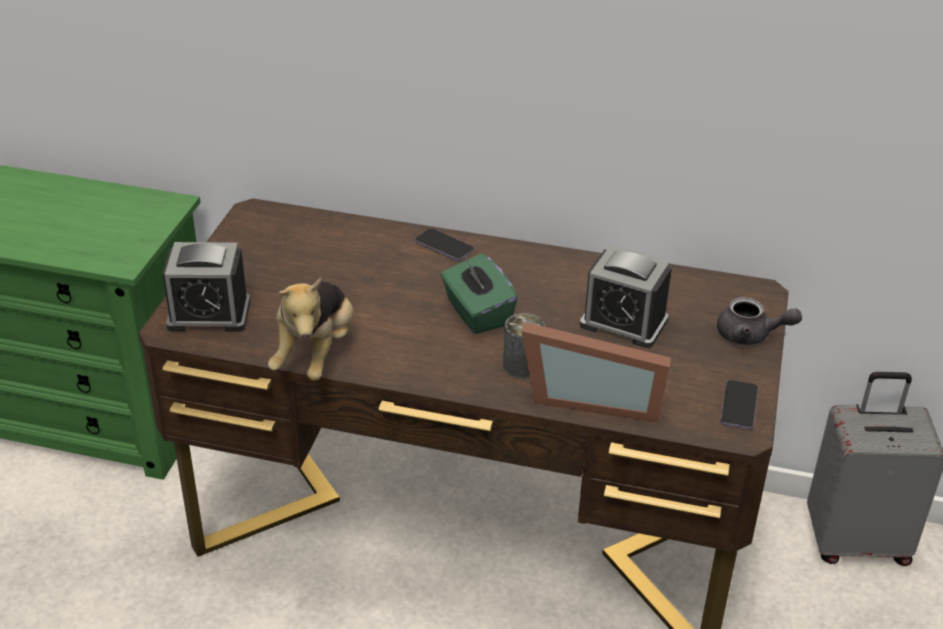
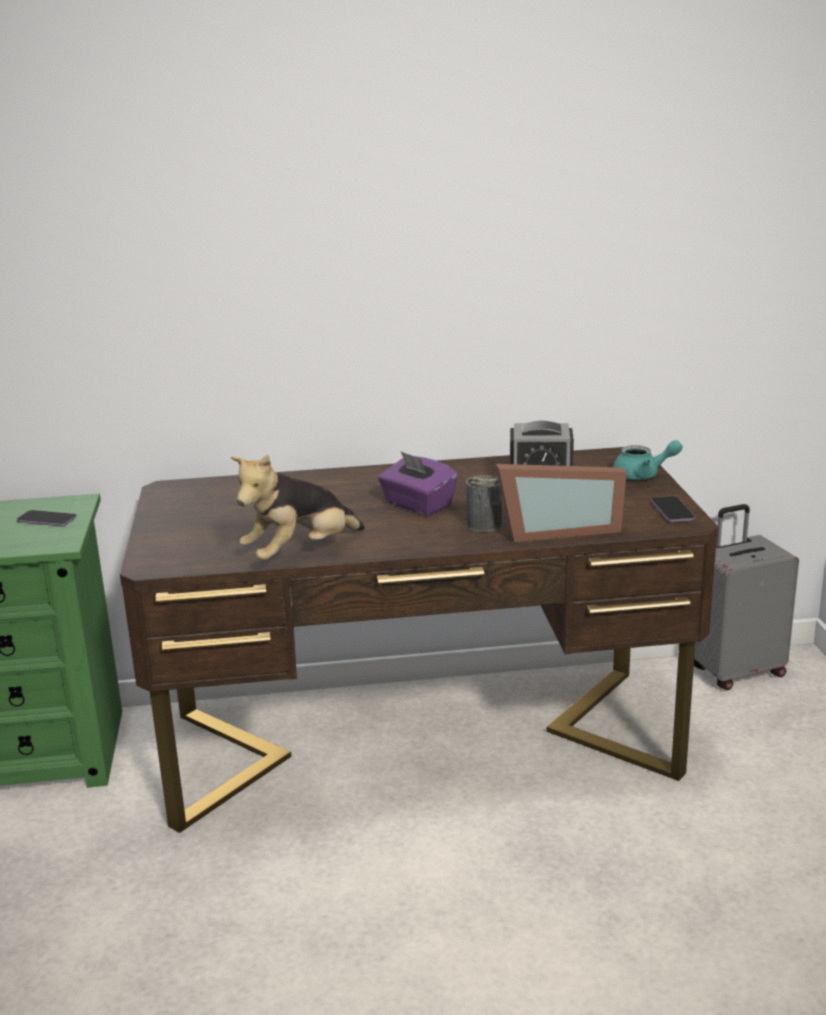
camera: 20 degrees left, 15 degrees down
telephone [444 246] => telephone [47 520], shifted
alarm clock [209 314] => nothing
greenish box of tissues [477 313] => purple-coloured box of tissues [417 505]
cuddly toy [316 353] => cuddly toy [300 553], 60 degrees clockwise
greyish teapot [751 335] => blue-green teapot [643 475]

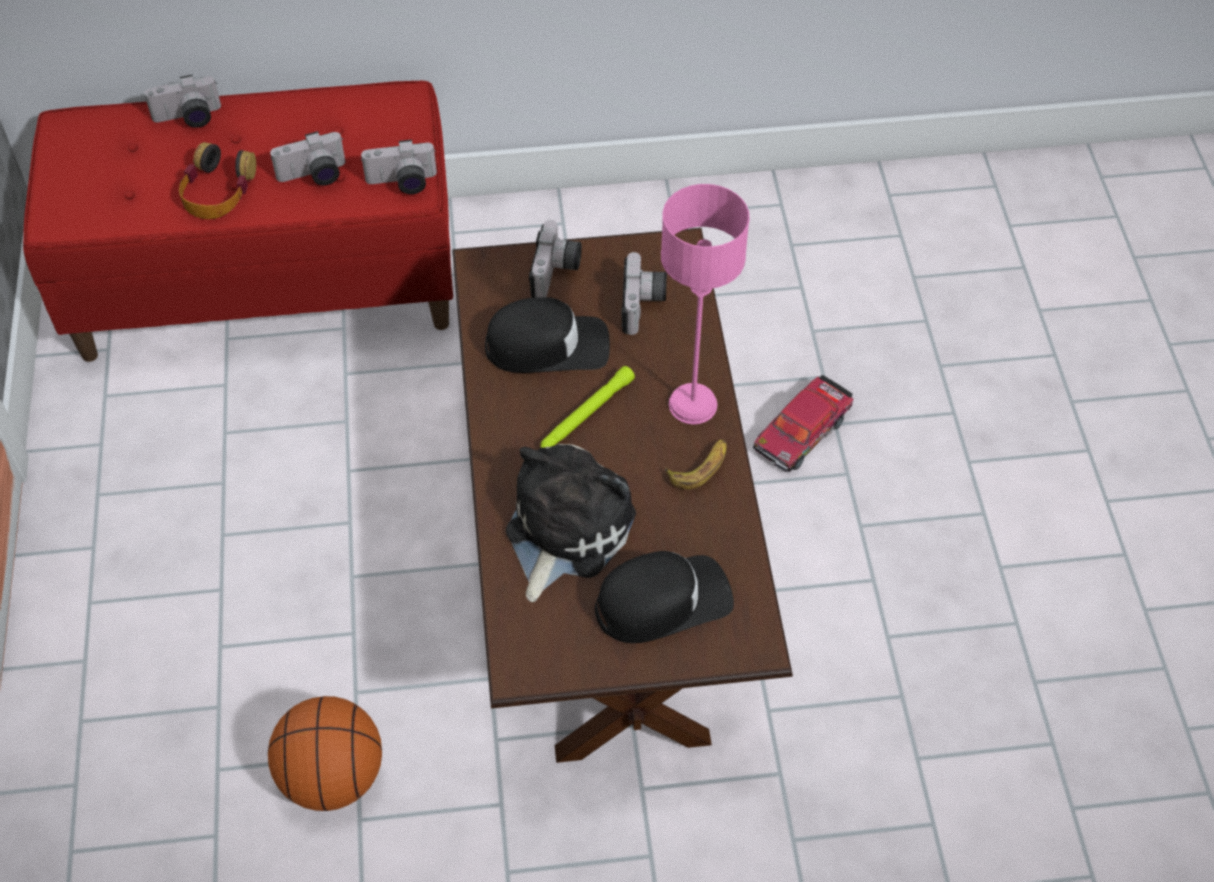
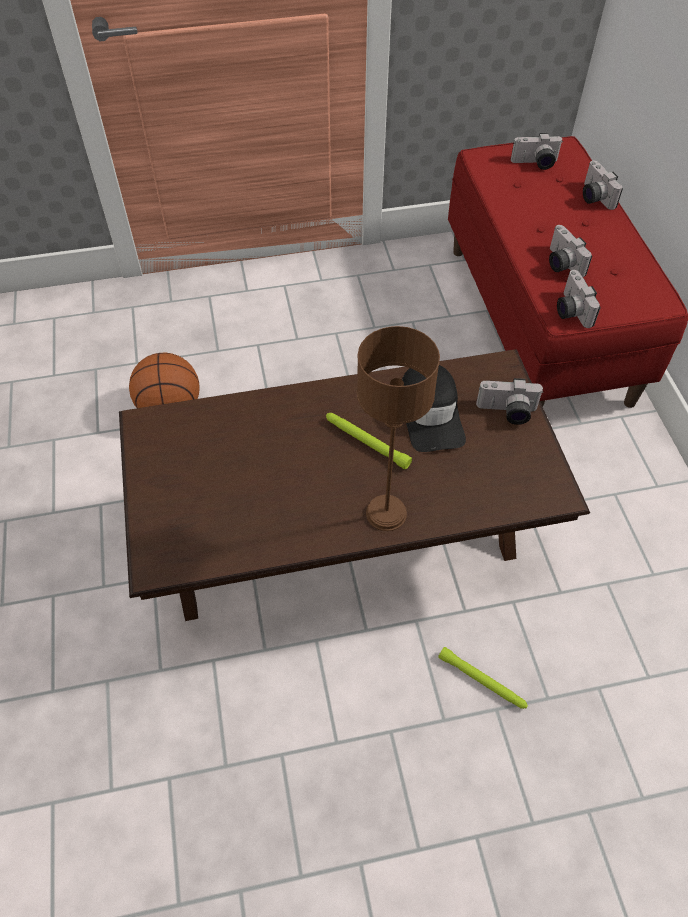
camera: 85 degrees right, 0 degrees up
pair of headphones [218 190] => nothing
pink-coloured tabletop lamp [693 404] => brown tabletop lamp [387 513]
photo camera [644 305] => photo camera [535 164], shifted
toy car [803 431] => greenish hand torch [482 681]
whole banana [699 467] => nothing
cuddly toy [564 530] => nothing
blackish cap [663 601] => nothing

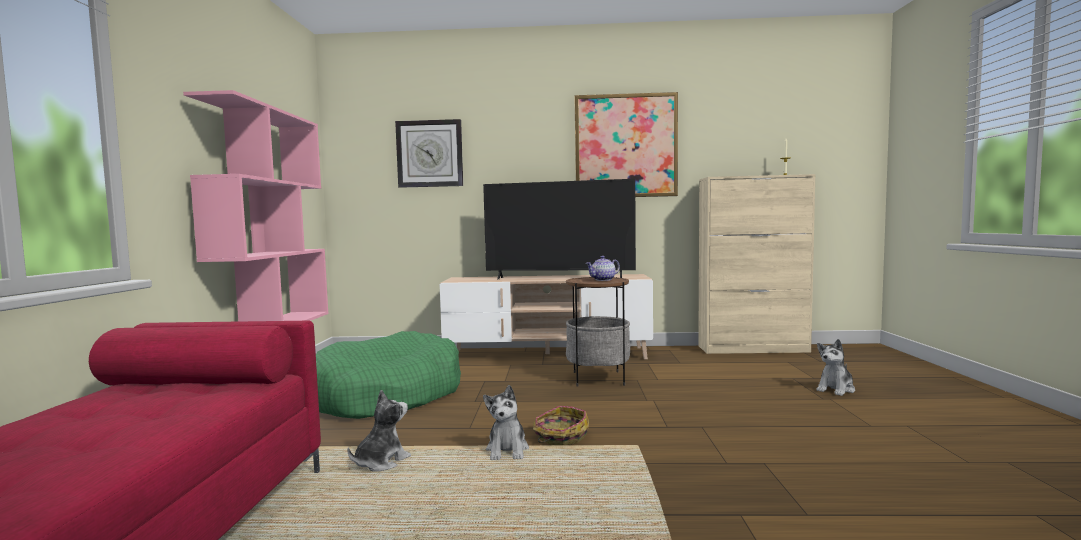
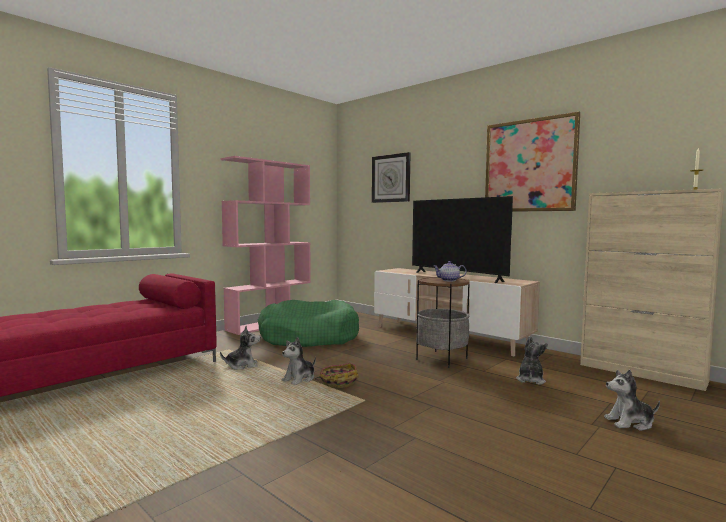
camera: 40 degrees right, 0 degrees up
nothing => cuddly toy [530 380]

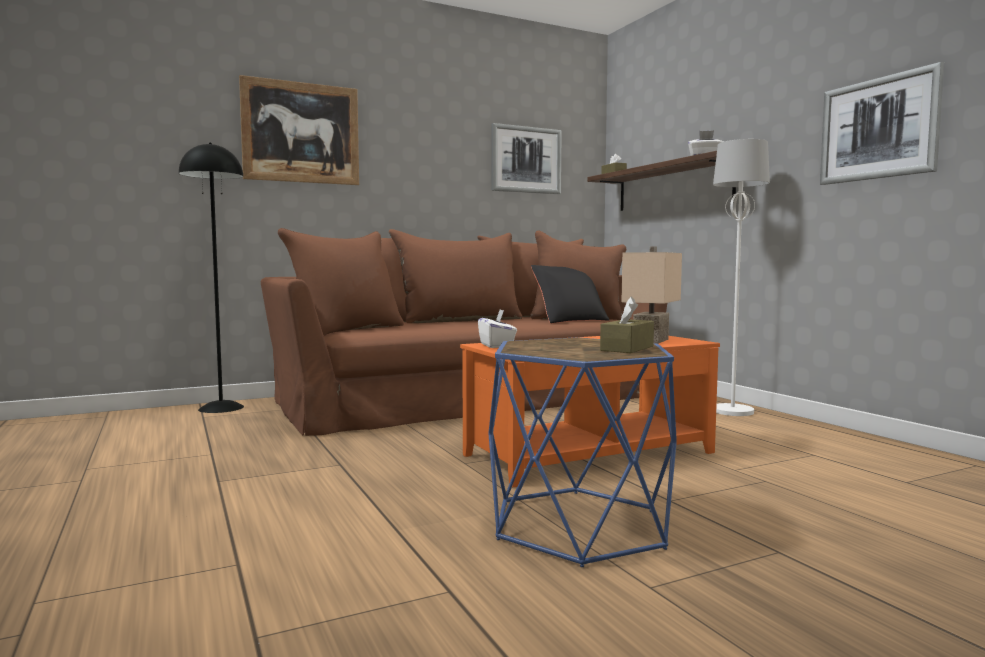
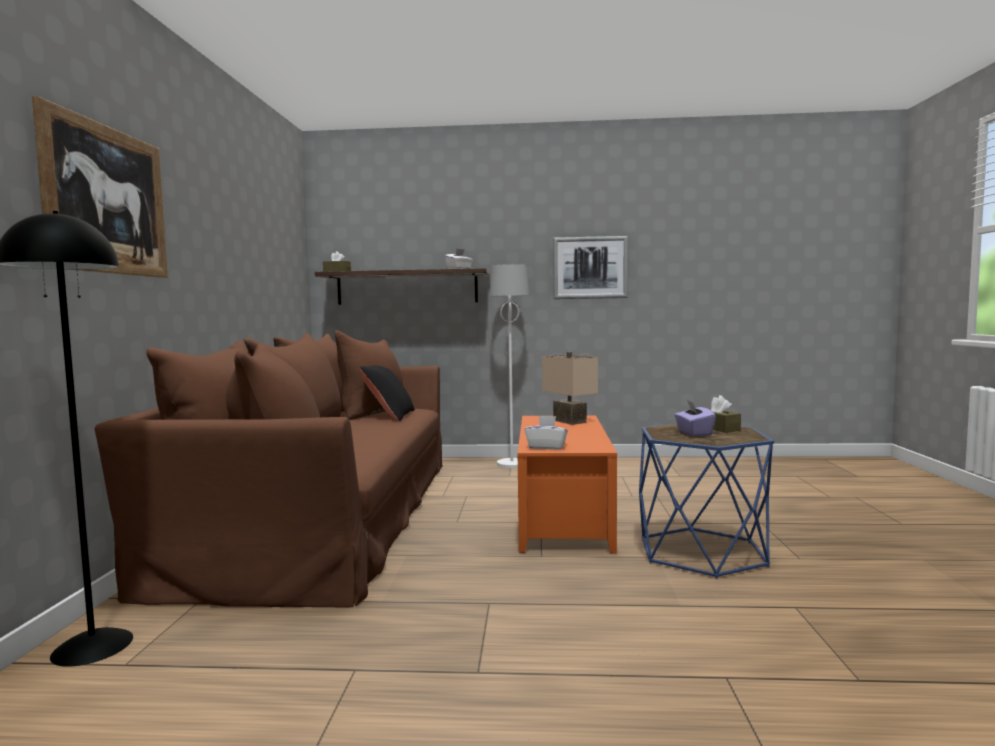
camera: 60 degrees left, 0 degrees up
wall art [526 160] => nothing
nothing => purple-coloured box of tissues [693 433]

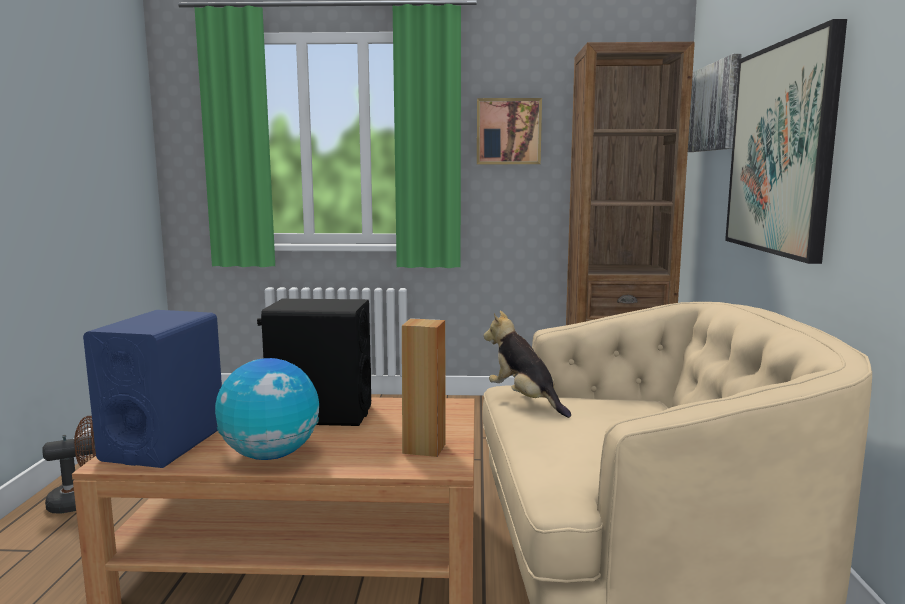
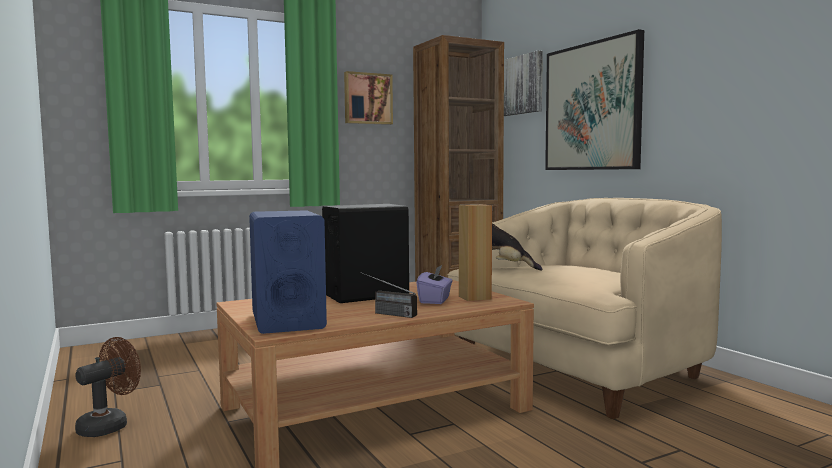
camera: 30 degrees left, 5 degrees down
globe [270 455] => radio set [385 313]
nothing => purple-coloured box of tissues [435 300]

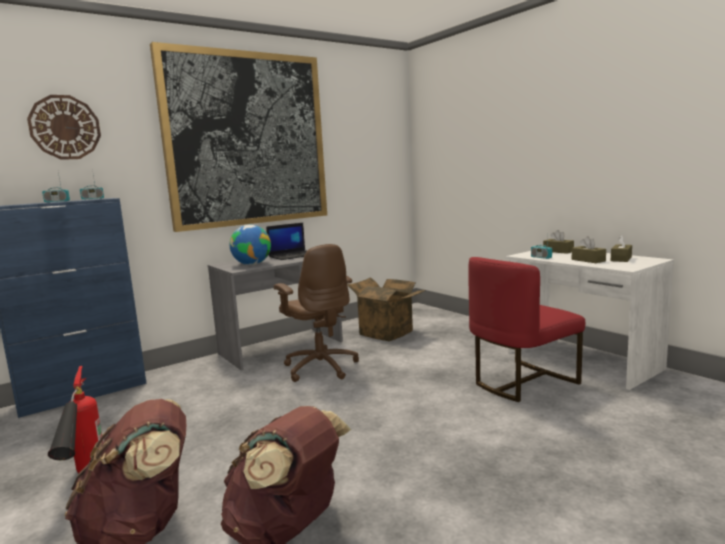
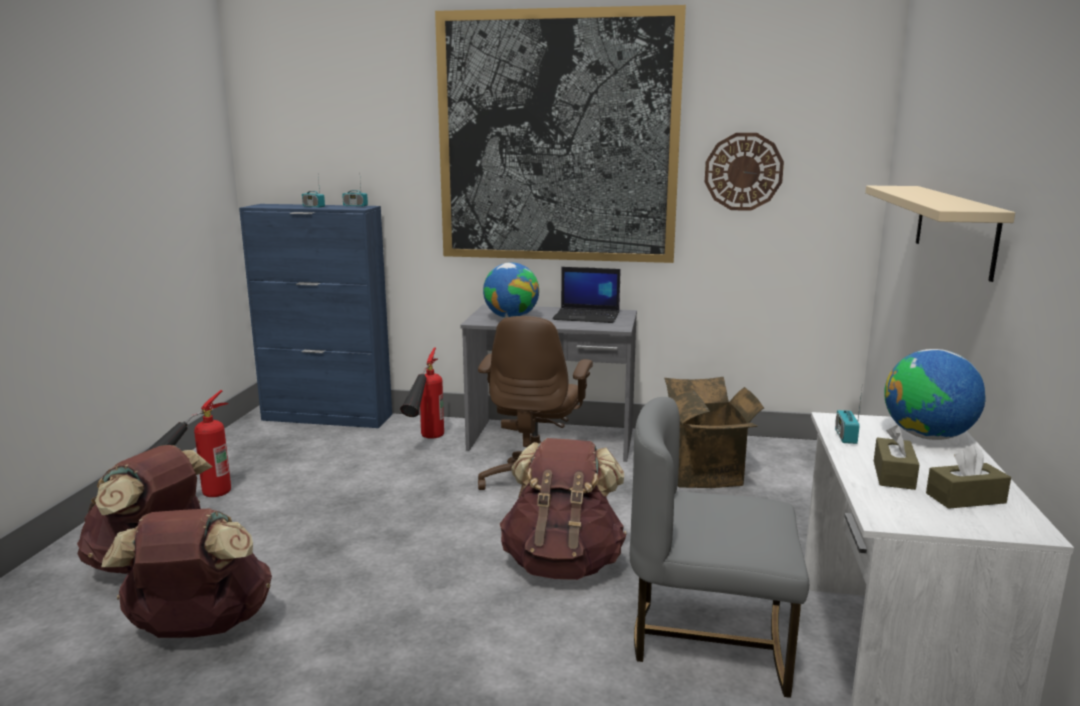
camera: 45 degrees right, 5 degrees up
hanging clock [65 127] => hanging clock [743 171], shifted
brown box of tissues [558 251] => globe [928 436]
red upright chair [522 382] => greyish upright chair [710 639]
nothing => sand-coloured wall shelf [954 228]
nothing => extinguisher [425 442]
nothing => brown backpack [563 563]

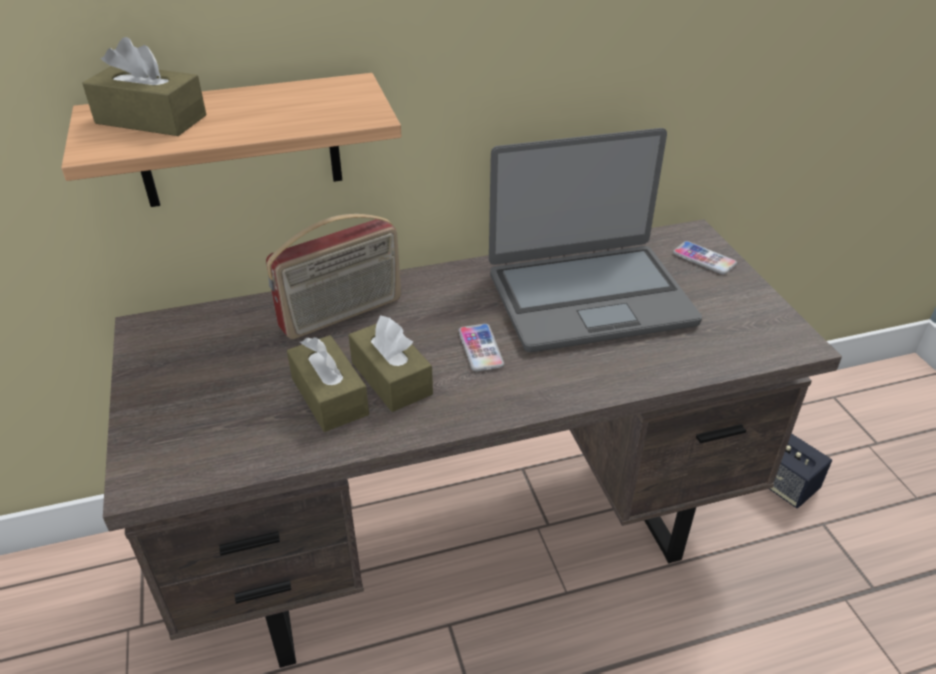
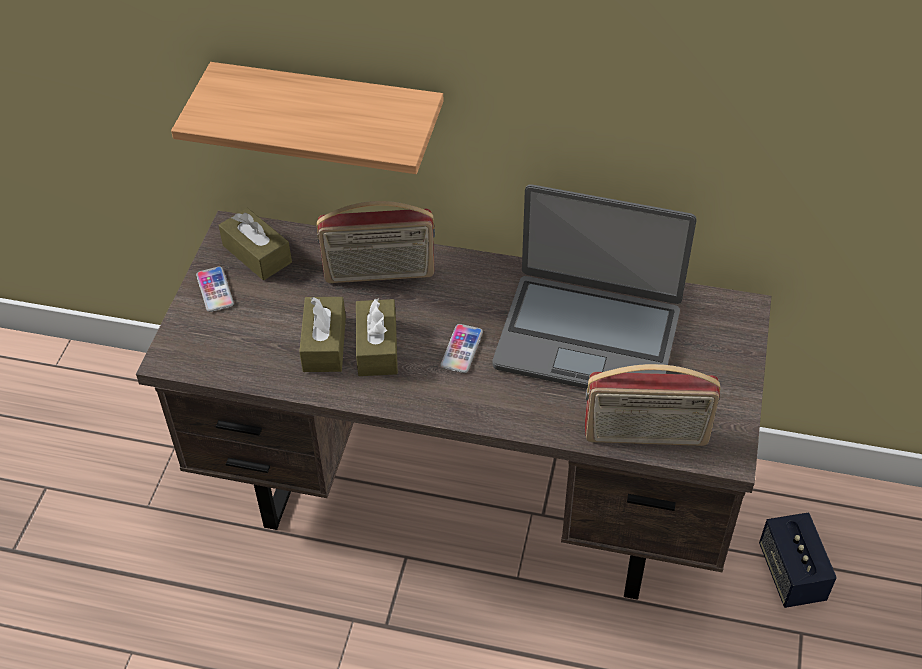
camera: 30 degrees right, 10 degrees up
brown box of tissues [151 119] => brown box of tissues [257 254], shifted
telephone [704 259] => telephone [215 290], shifted
nothing => radio set [646 436]

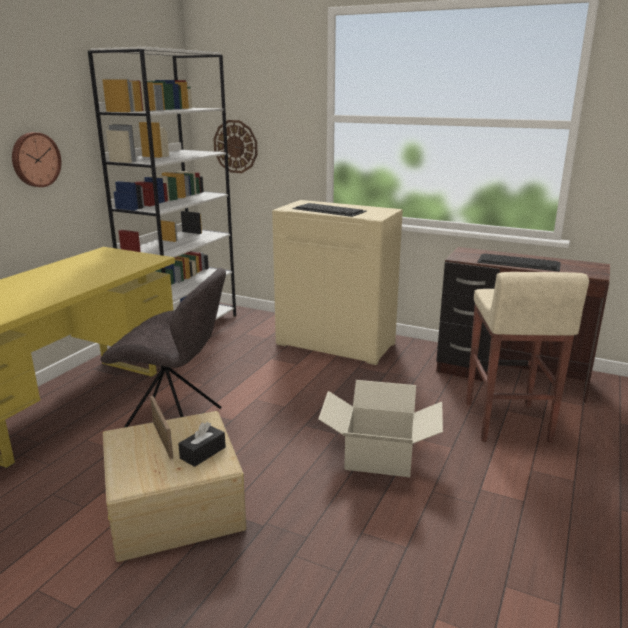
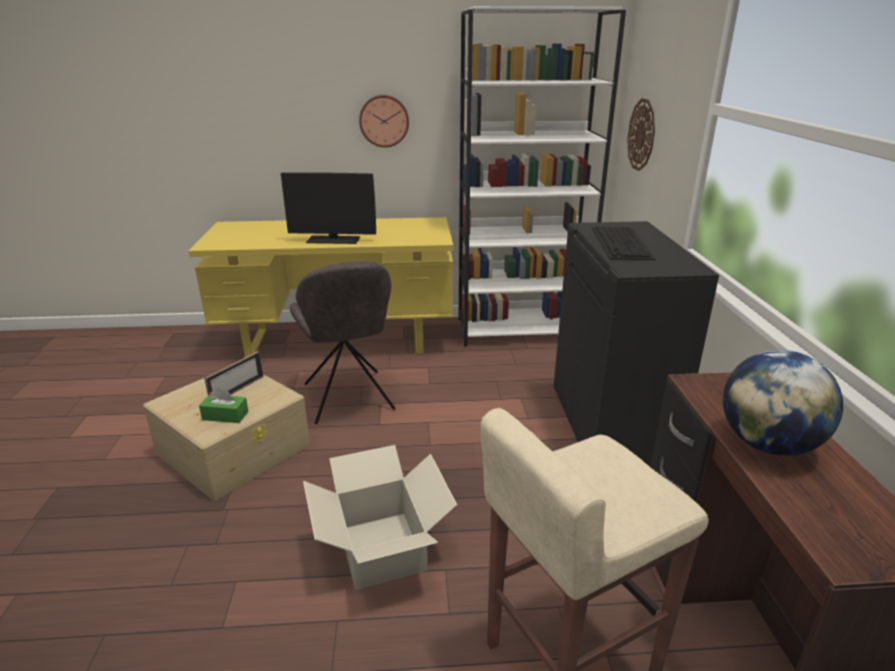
camera: 60 degrees right, 5 degrees up
sand-coloured cupboard [336 344] => blackish cupboard [610 427]
PC keyboard [519 262] => globe [768 444]
blackish box of tissues [203 453] => greenish box of tissues [225 416]
nothing => computer display [333 240]

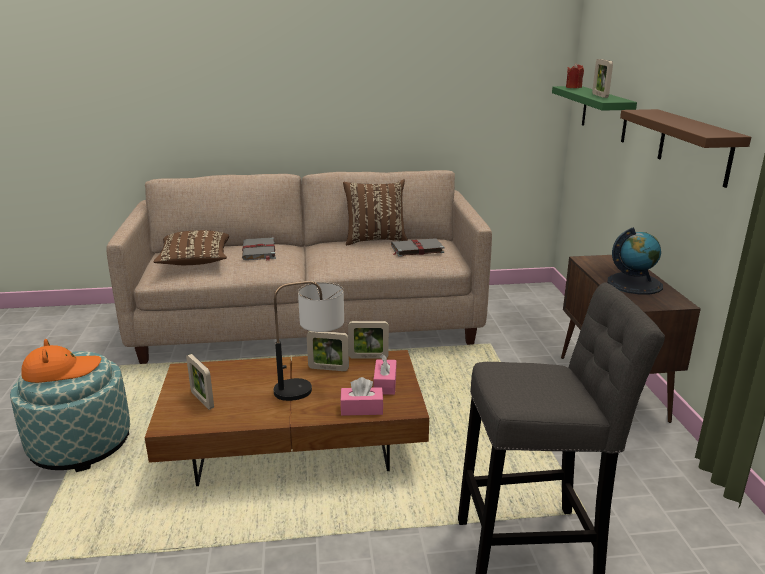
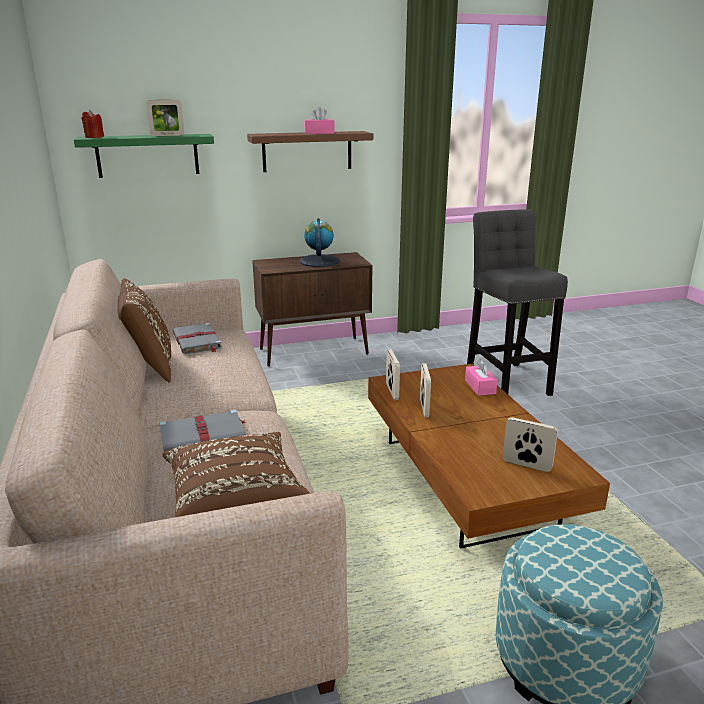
camera: 100 degrees left, 0 degrees up
tabletop lamp [311 388] => nothing
orange-coloured clothing hat [61 371] => nothing
photo frame [202 400] => photo frame [526 465], 105 degrees counterclockwise
pink-coloured box of tissues [385 384] => pink-coloured box of tissues [319 133], shifted

